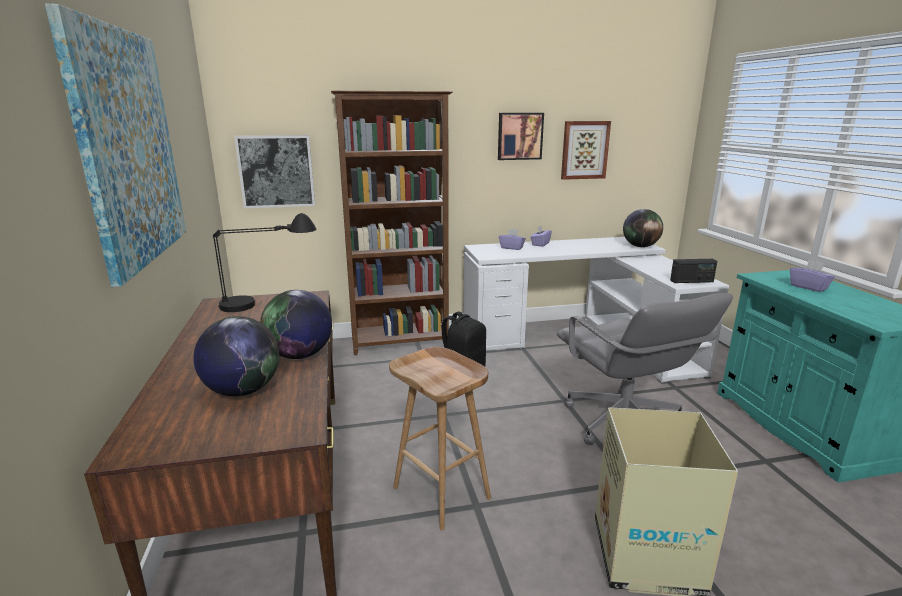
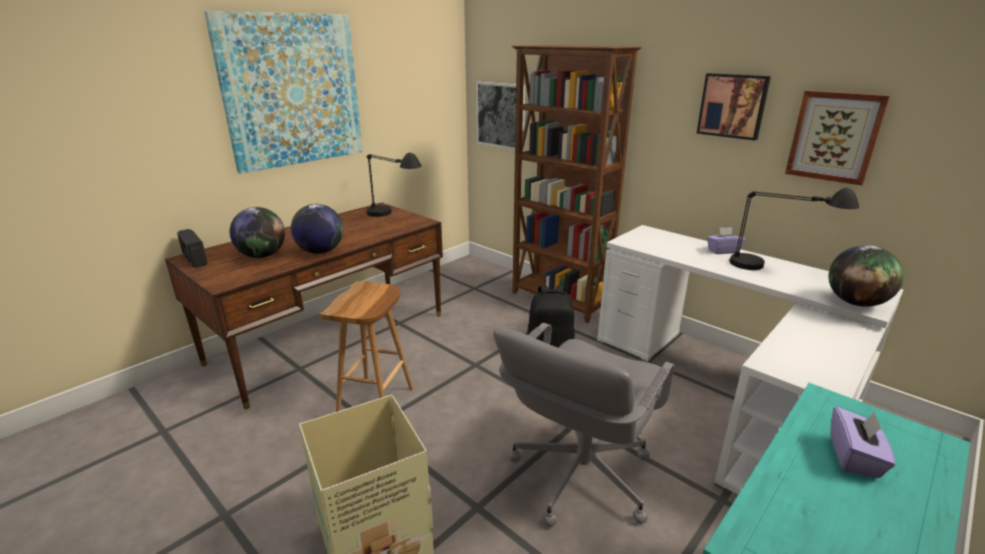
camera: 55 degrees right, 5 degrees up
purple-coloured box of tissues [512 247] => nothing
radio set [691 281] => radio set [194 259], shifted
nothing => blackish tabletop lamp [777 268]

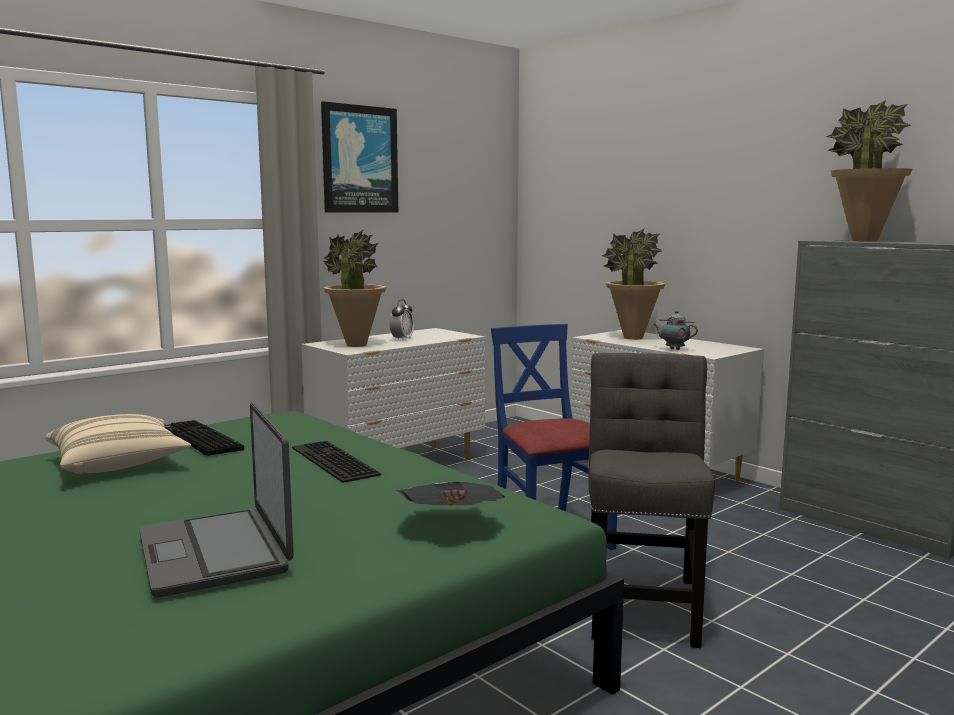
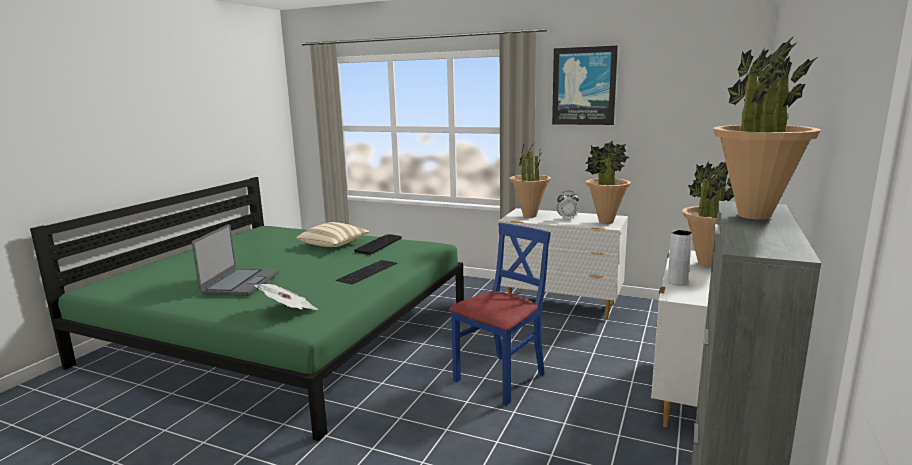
camera: 65 degrees right, 5 degrees up
teapot [673 349] => greyish decorative vase [677 282]
greyish upright chair [642 603] => nothing
laptop [215 552] => laptop [240 283], 150 degrees clockwise
nothing => plant in a pot [605 222]

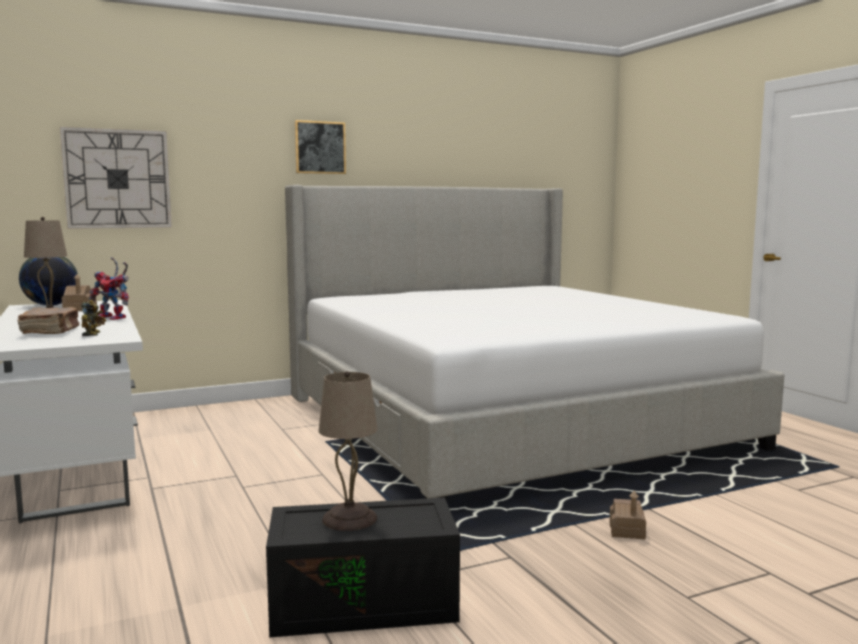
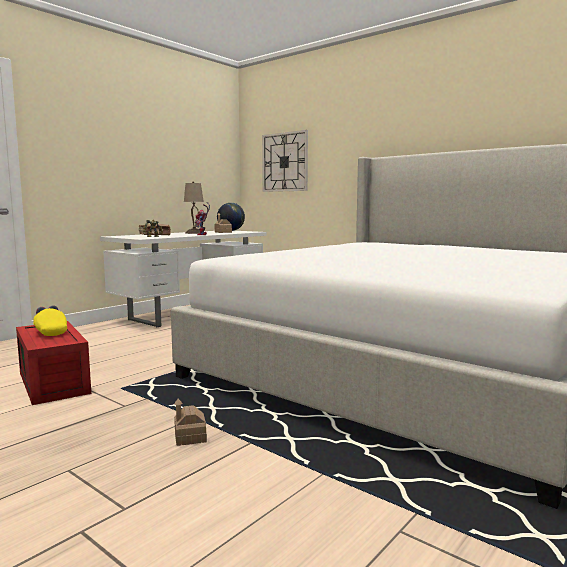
camera: 65 degrees right, 0 degrees up
wall art [320 147] => nothing
sand-coloured tabletop lamp [350 519] => yellowish cap [50 332]
blackish storage container [366 602] => red storage container [55 383]

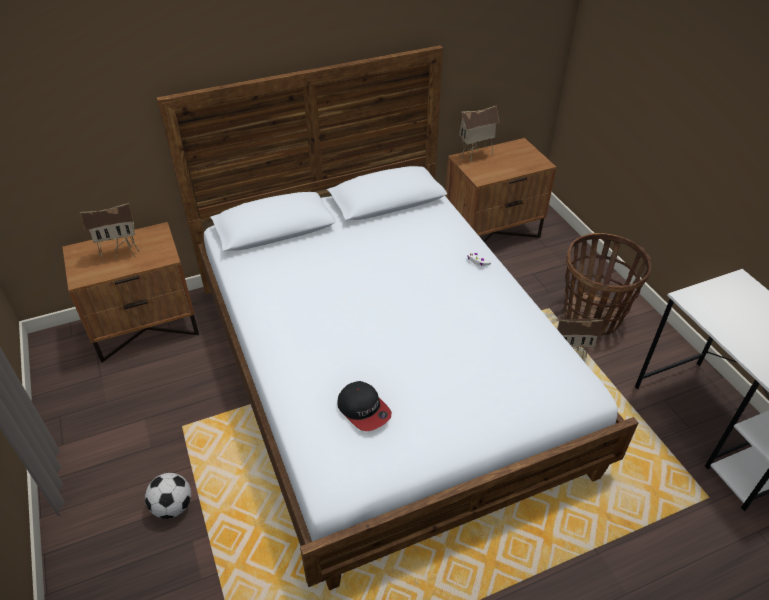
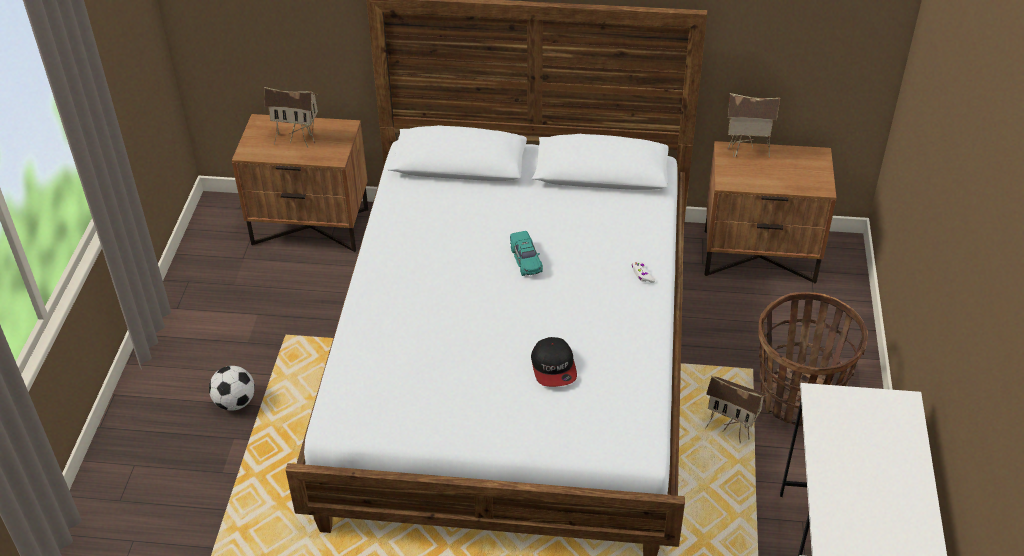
camera: 30 degrees right, 0 degrees up
cap [364 410] => cap [554 367], shifted
nothing => blue-green toy car [526 260]

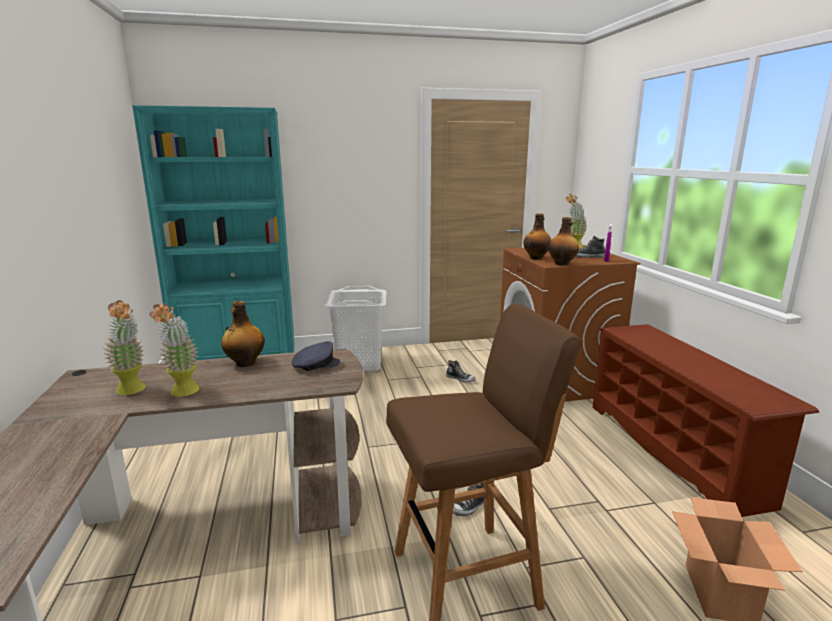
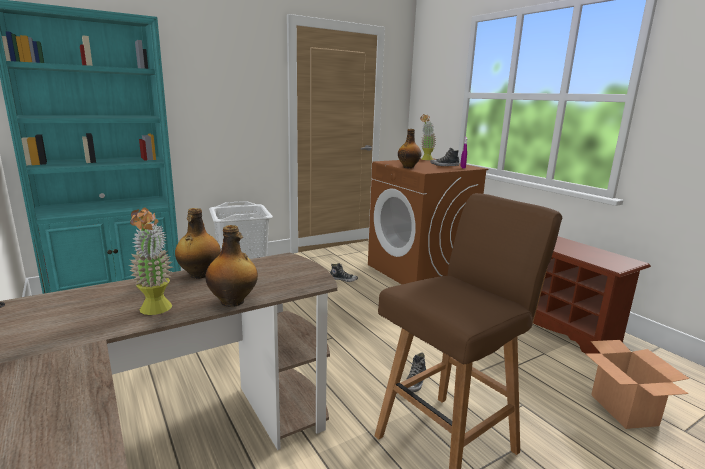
camera: 20 degrees left, 0 degrees up
bottle [562 264] => bottle [233 302], shifted
plant in a pot [133 391] => nothing
greyish cap [314 365] => nothing

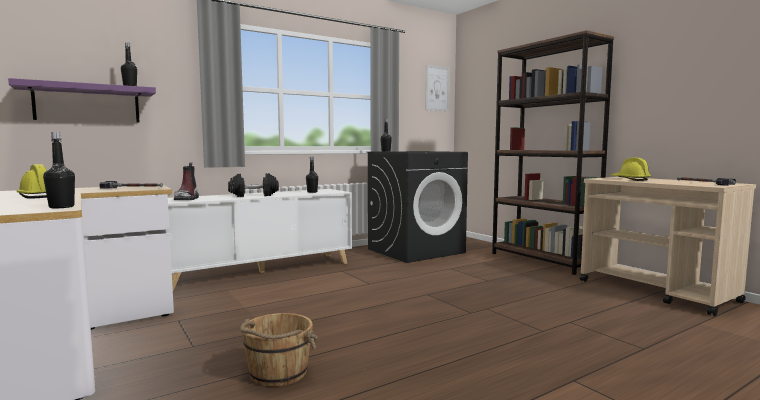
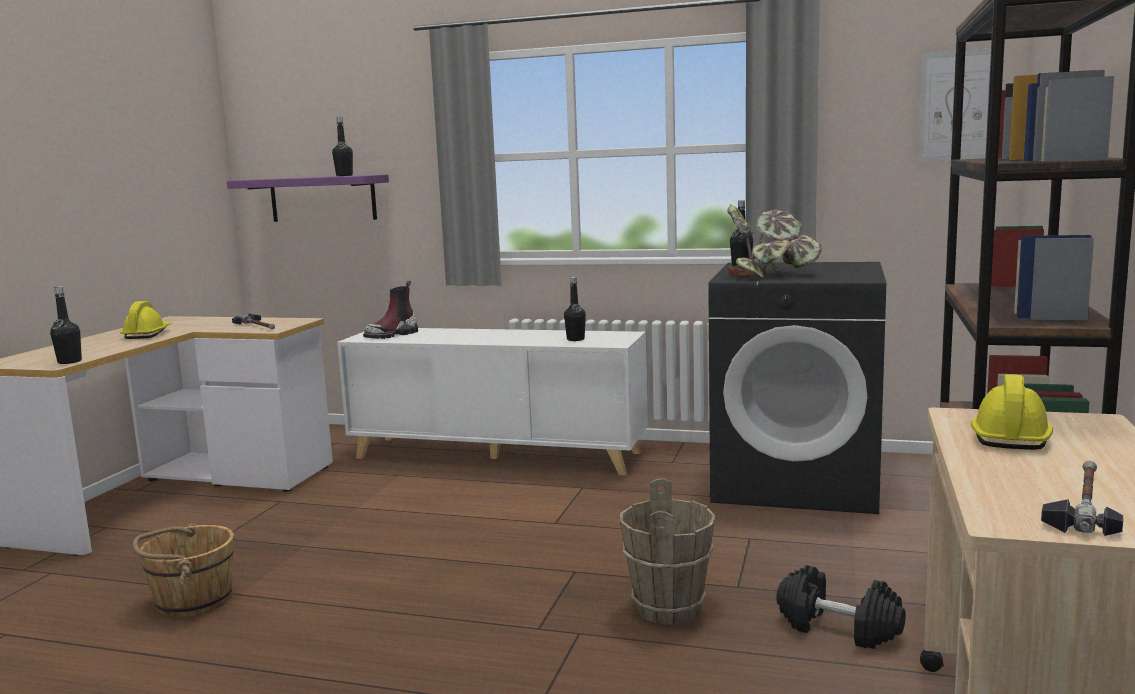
camera: 50 degrees right, 5 degrees up
blackish free weight [253 195] => blackish free weight [838 628], shifted
nothing => plant in a pot [770 274]
nothing => brown pail [669 608]

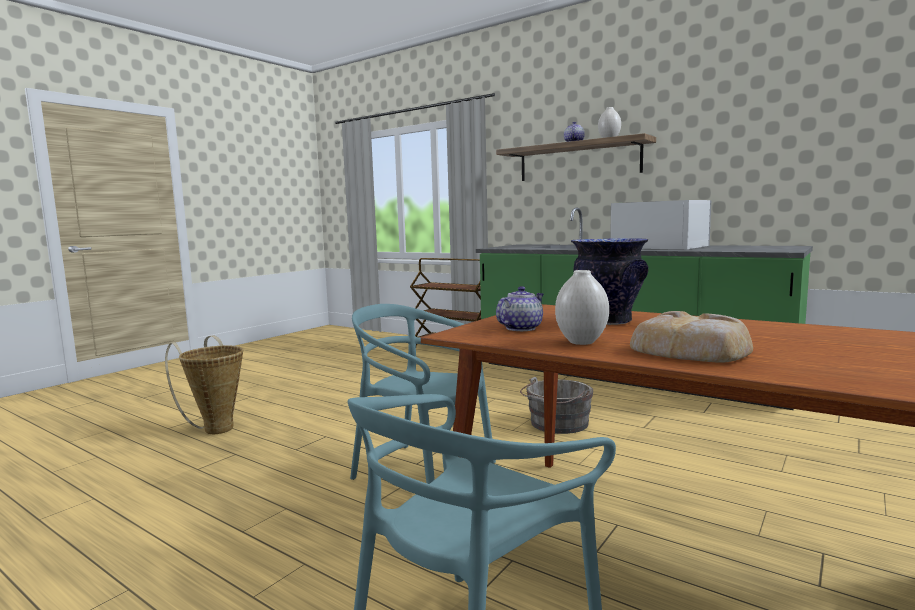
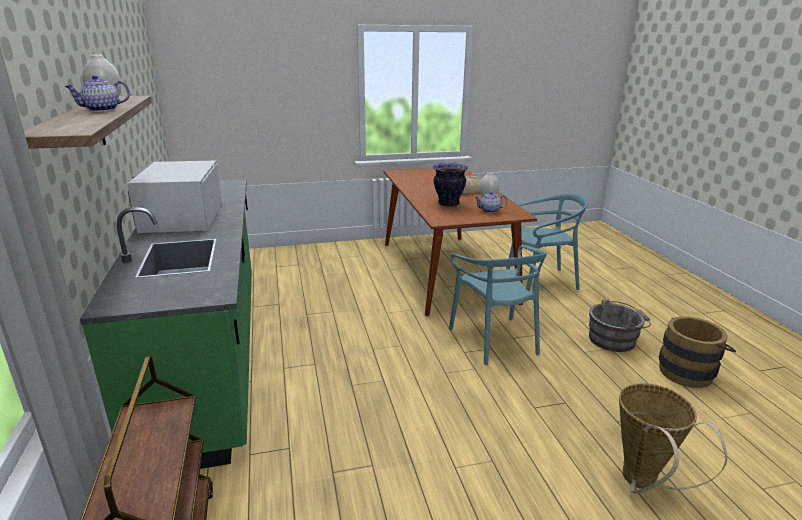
camera: 140 degrees left, 15 degrees up
greyish pail [557 424] => greyish pail [614 339], shifted
nothing => brown pail [689 371]

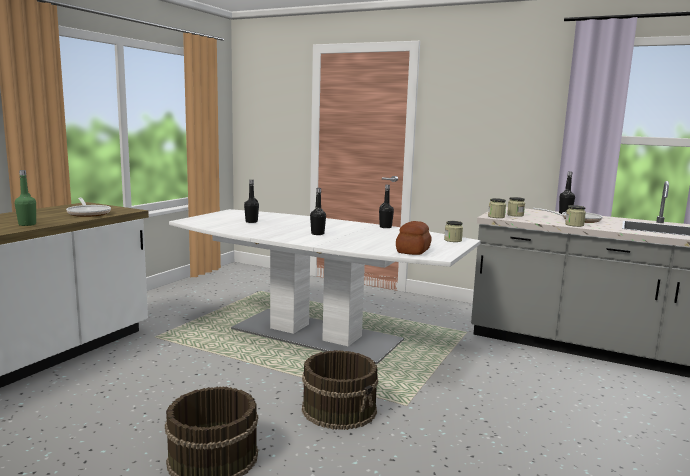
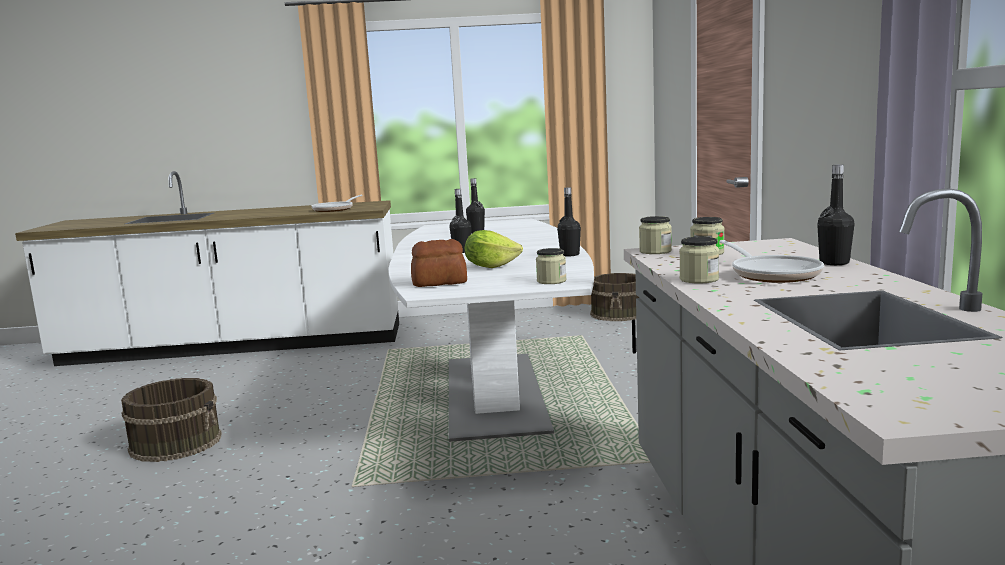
camera: 60 degrees right, 0 degrees up
greenish bottle [27 224] => nothing
brown pail [340 409] => brown pail [619 313], shifted
nothing => head of lettuce [491 266]

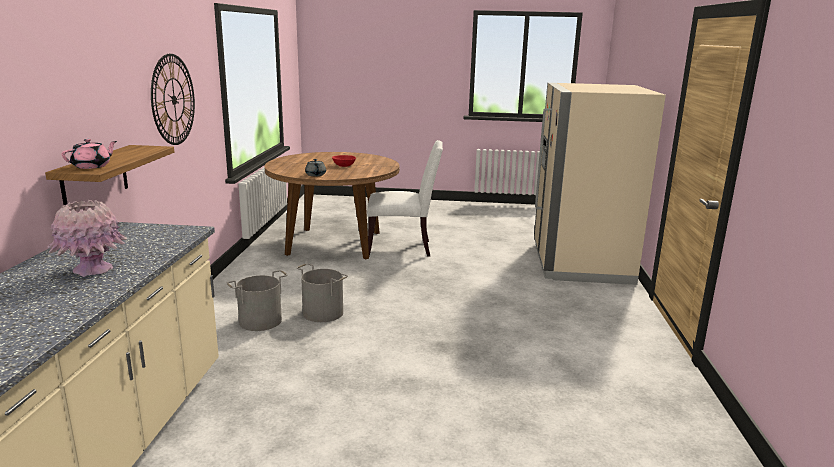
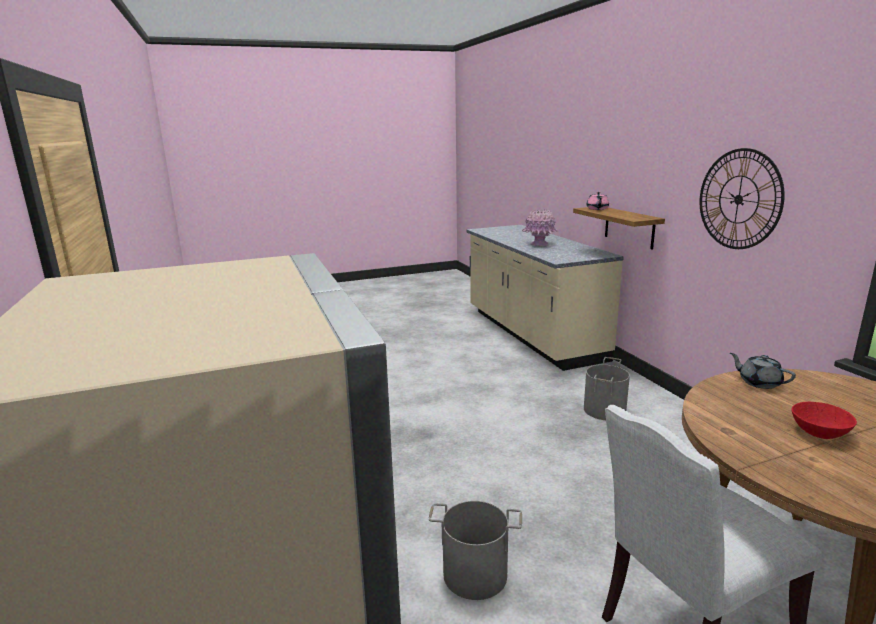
camera: 155 degrees right, 0 degrees up
greyish pail [323 313] => greyish pail [475 575], shifted

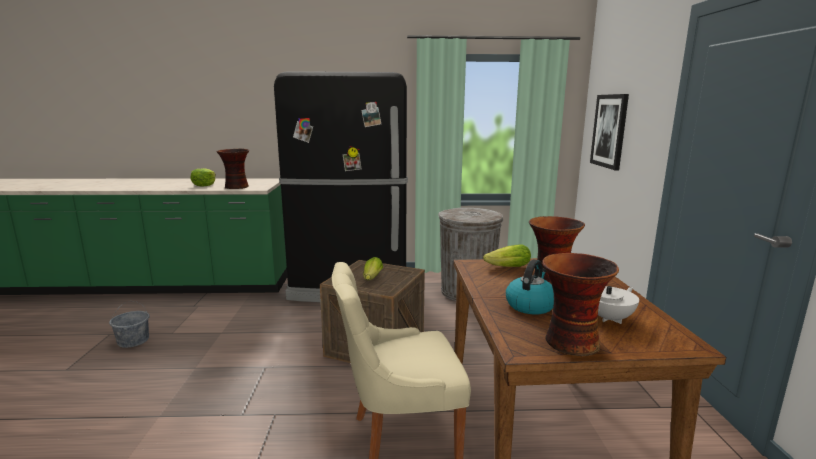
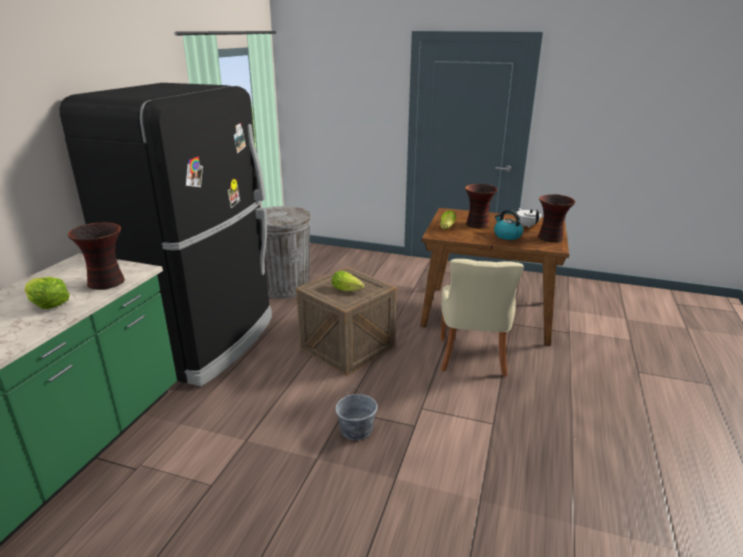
camera: 70 degrees left, 10 degrees up
wall art [609 131] => nothing
greyish pail [133 341] => greyish pail [356 429], shifted

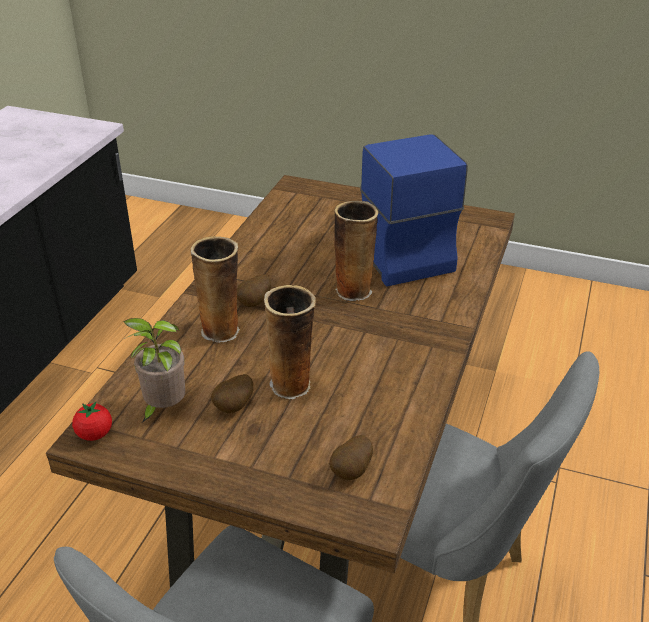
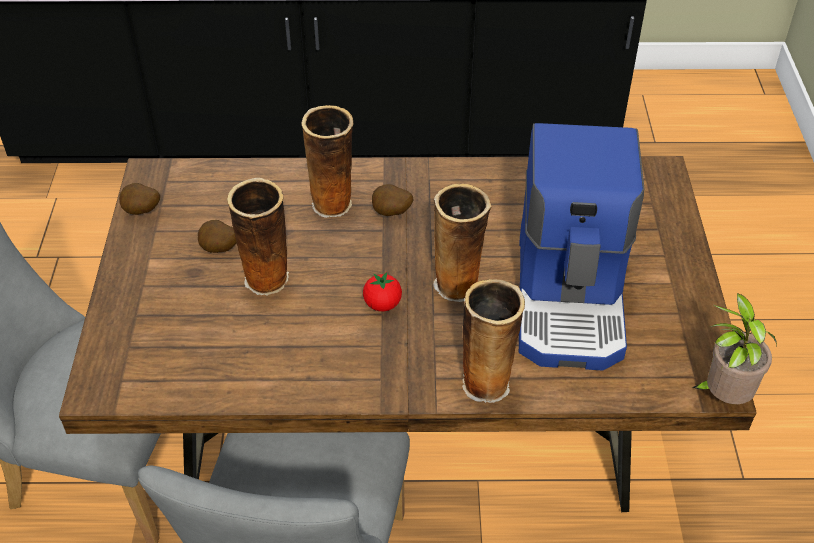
camera: 70 degrees right, 10 degrees up
coffee brewer [393 248] => coffee brewer [571 298], 135 degrees clockwise
plant in a pot [163 409] => plant in a pot [722 396], shifted
whole tomato [95 434] => whole tomato [382 304], shifted
potato [352 472] => potato [141 212], shifted
nothing => decorative vase [487 382]

